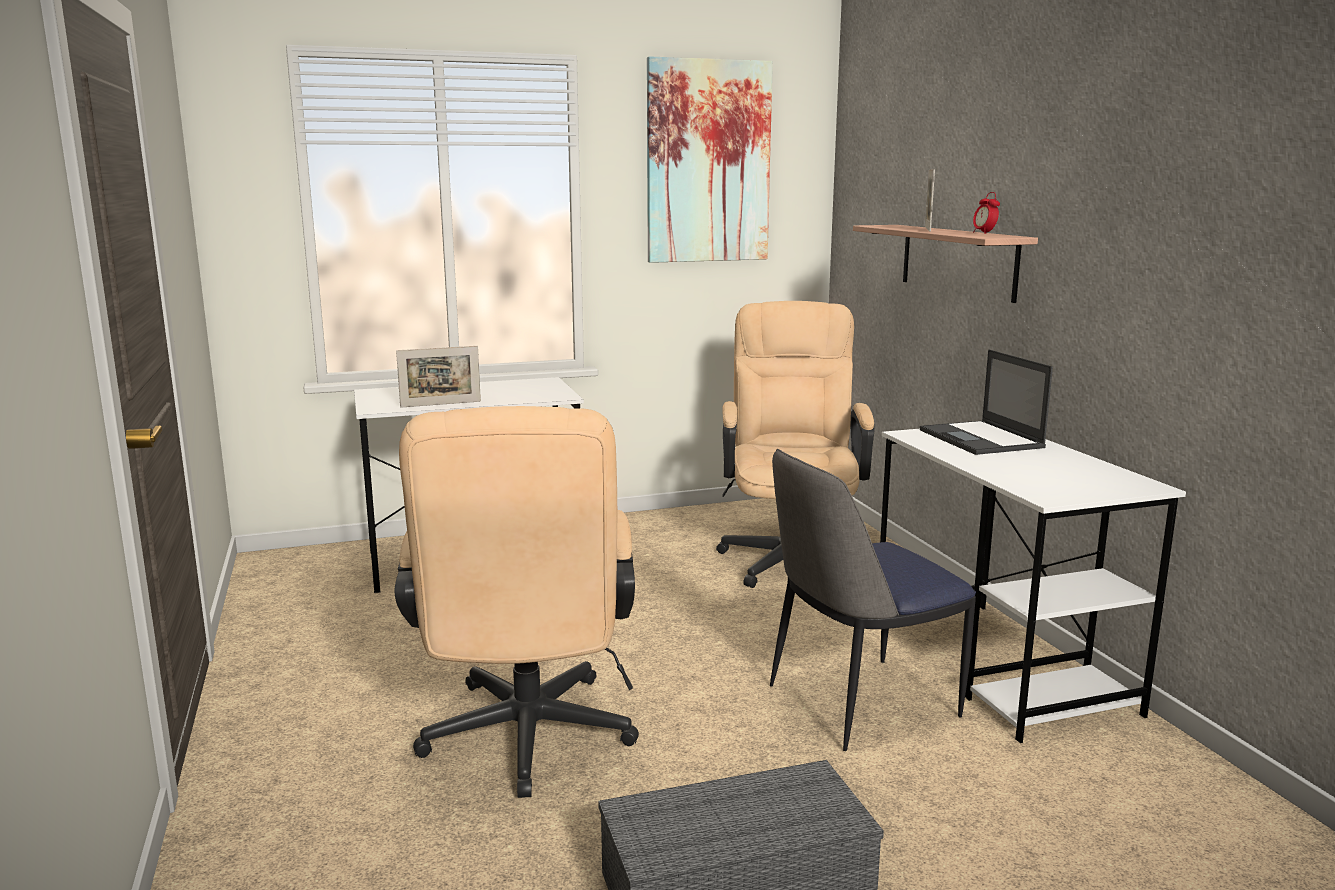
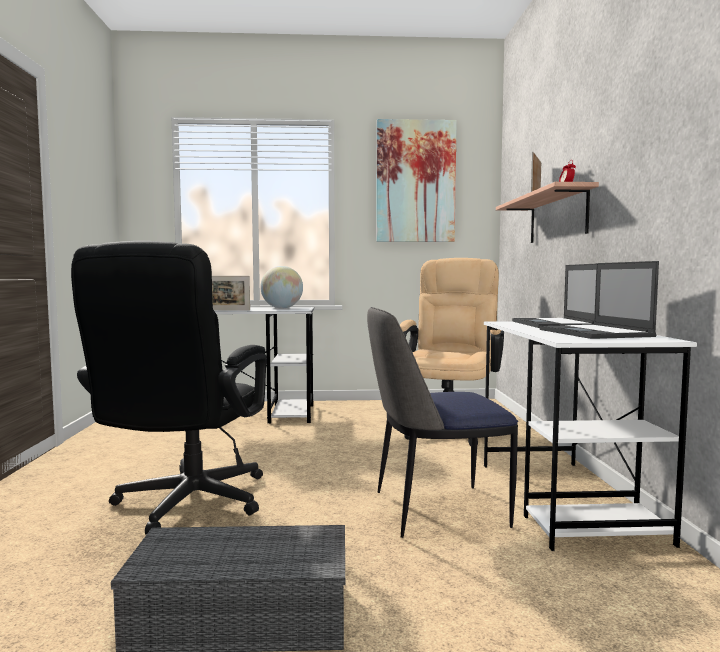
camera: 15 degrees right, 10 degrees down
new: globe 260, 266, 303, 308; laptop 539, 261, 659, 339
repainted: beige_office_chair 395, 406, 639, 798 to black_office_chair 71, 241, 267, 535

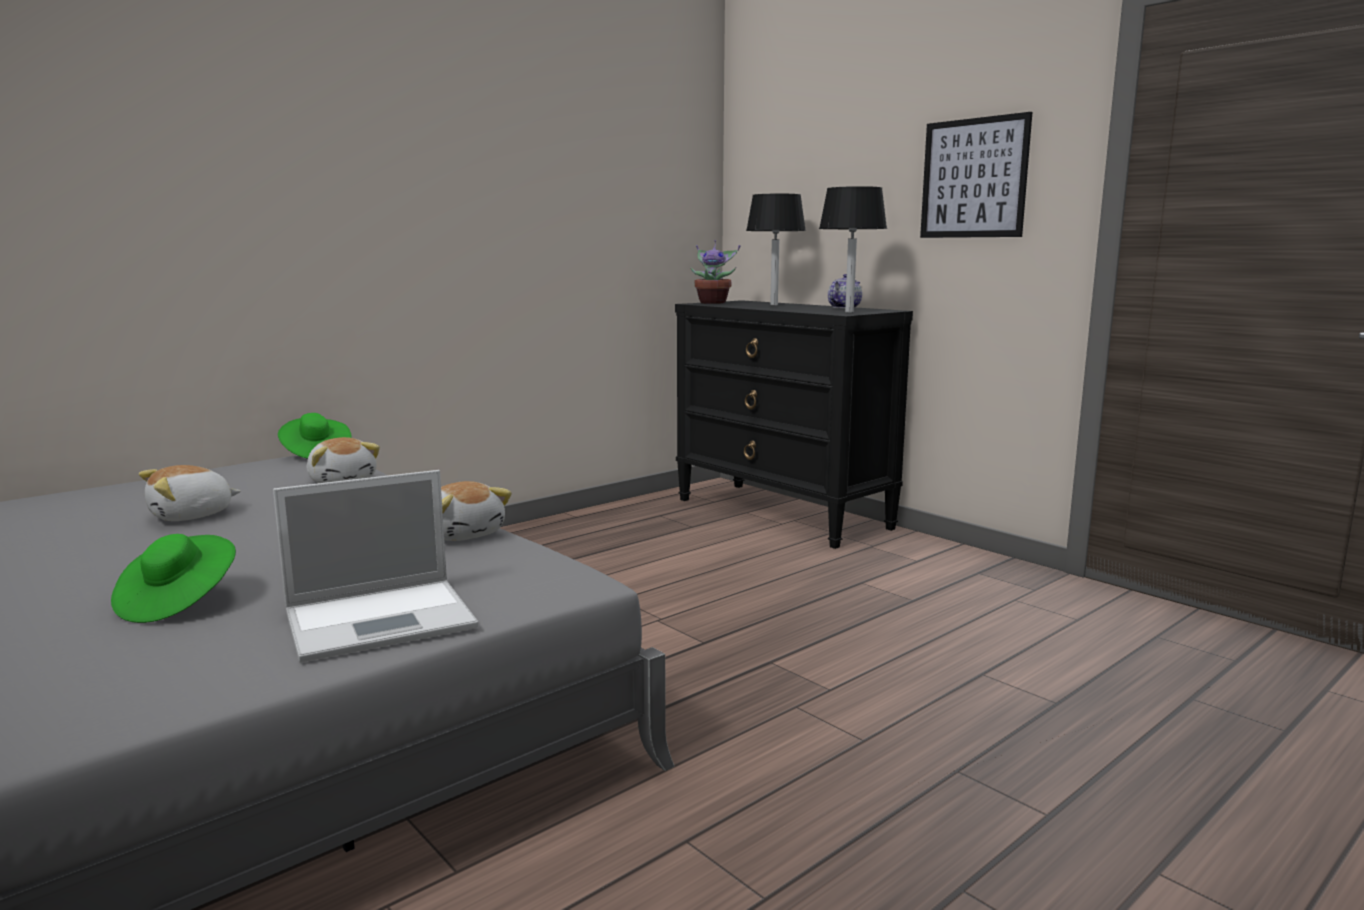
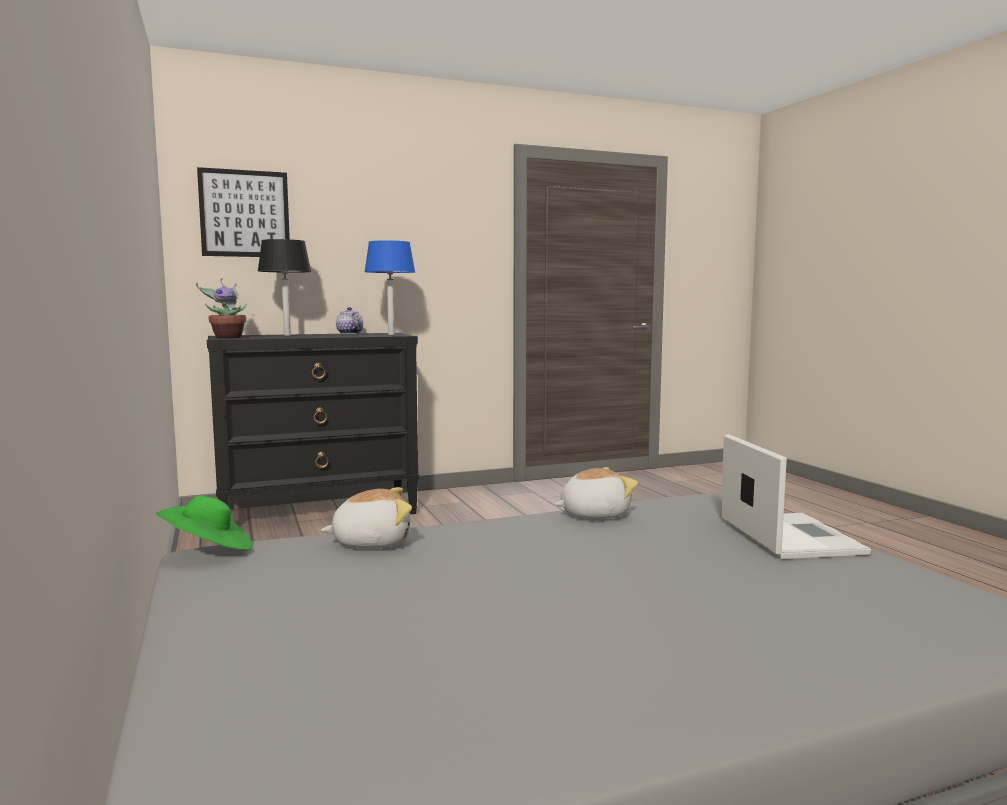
camera: 70 degrees left, 5 degrees down
gone: green_hat 111, 534, 236, 623; plush_toy 139, 465, 241, 521
shifted: picture 920, 112, 1032, 238 to 197, 167, 290, 257
repainted: black_table_lamp 819, 186, 887, 313 to blue_table_lamp 364, 240, 415, 335

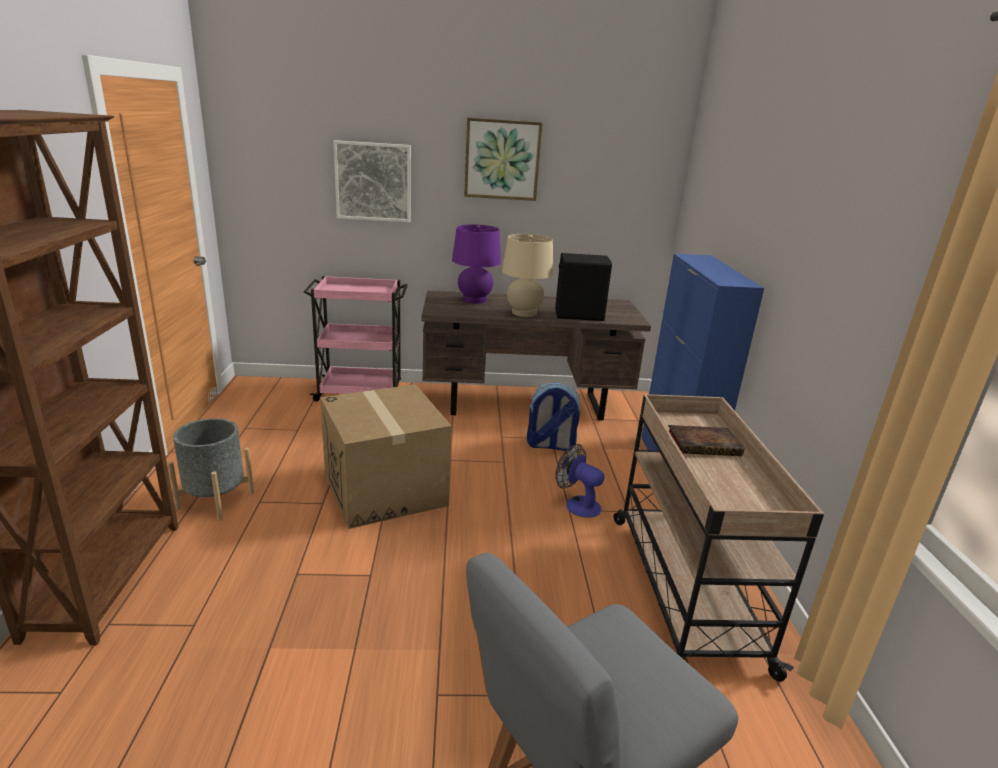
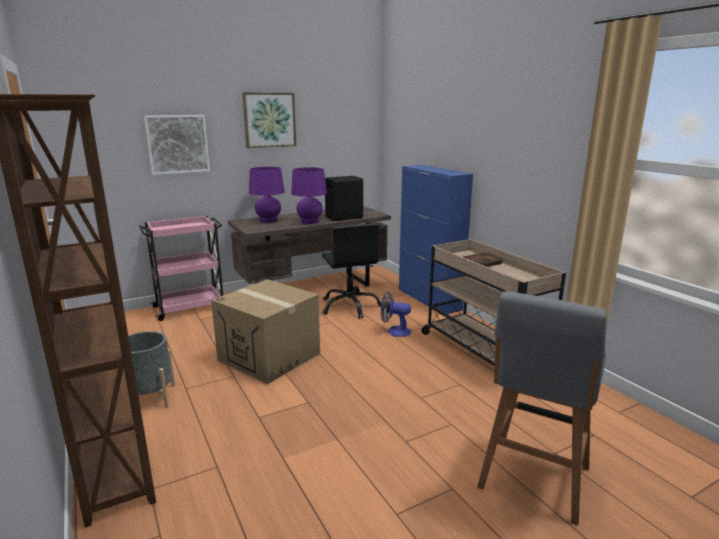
camera: 25 degrees left, 5 degrees down
swapped: backpack 527, 382, 581, 451 to black_office_chair 322, 223, 382, 319
repainted: beige_table_lamp 502, 234, 553, 317 to purple_table_lamp 291, 167, 327, 224

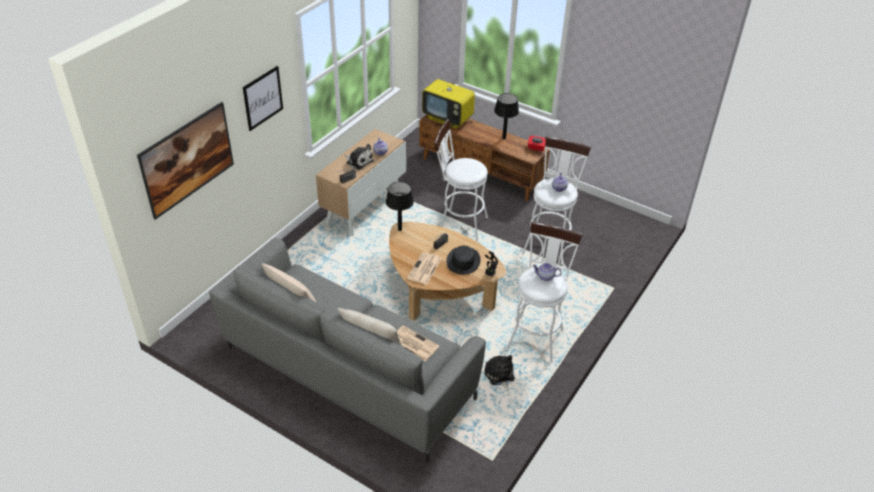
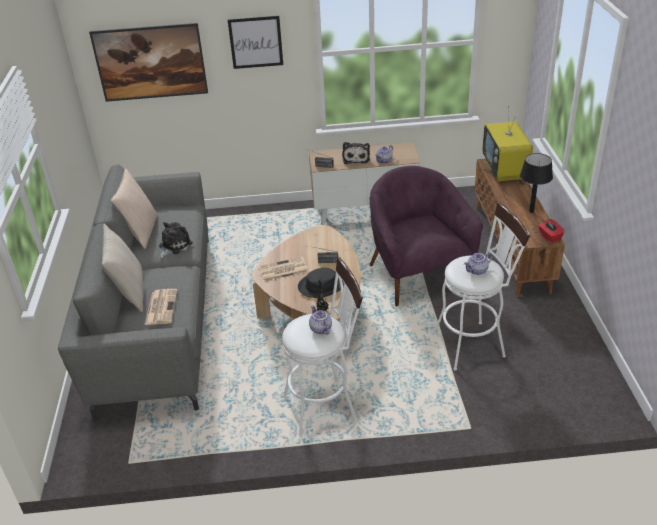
camera: 55 degrees right, 5 degrees down
gone: black_table_lamp 386, 182, 414, 231
shifted: plush_toy 484, 355, 515, 391 to 159, 222, 193, 258
swapped: white_stool 434, 119, 488, 242 to purple_armchair 370, 166, 483, 306

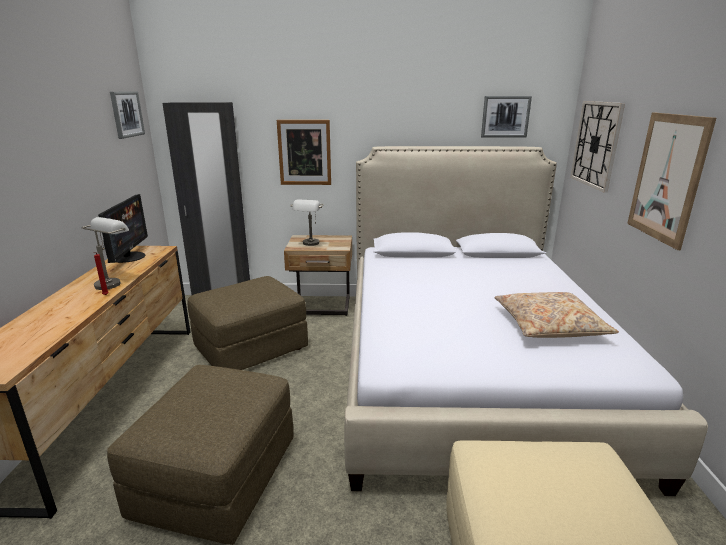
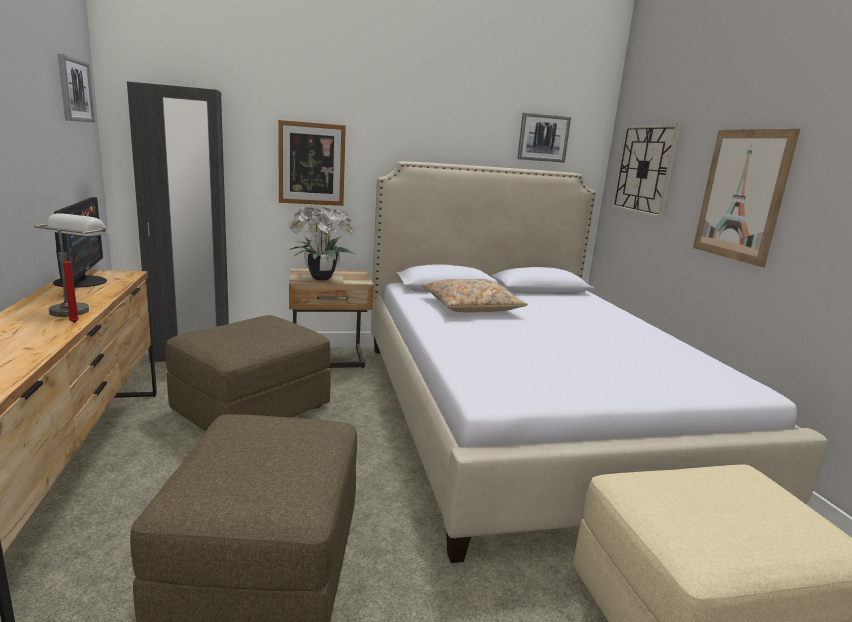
camera: 15 degrees left, 5 degrees down
shifted: beige_pillow 494, 292, 619, 338 to 422, 279, 528, 312
swapped: grey_table_lamp 291, 200, 324, 246 to potted_plant 288, 204, 357, 281

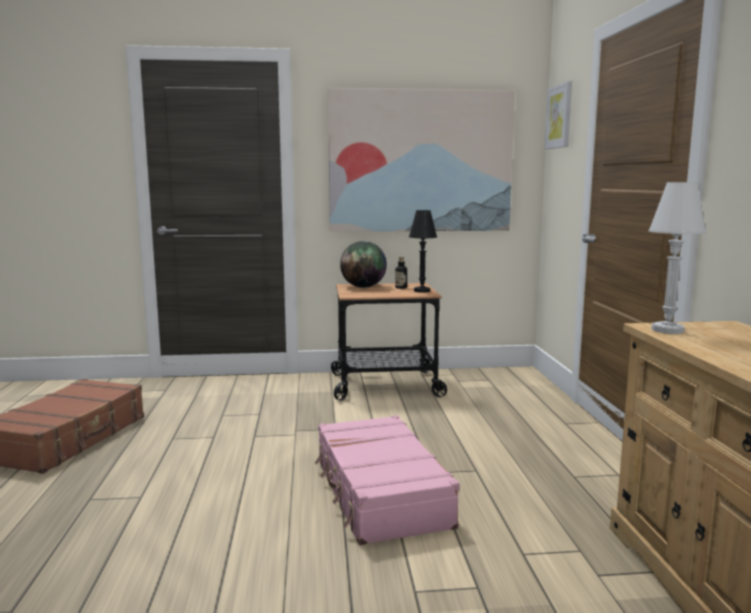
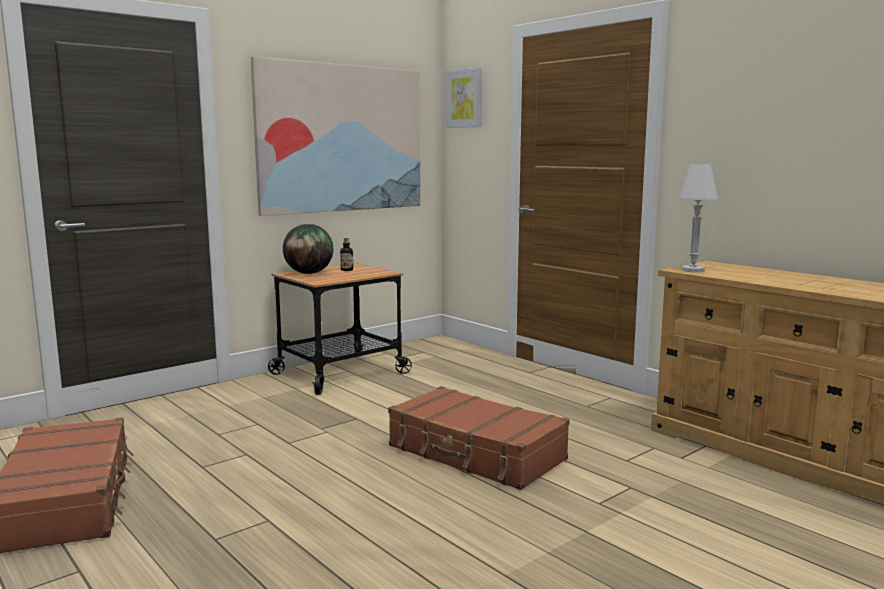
camera: 35 degrees left, 0 degrees up
gone: black_table_lamp 409, 210, 437, 293
repainted: pink_suitcase 315, 415, 460, 545 to brown_suitcase 388, 386, 569, 490

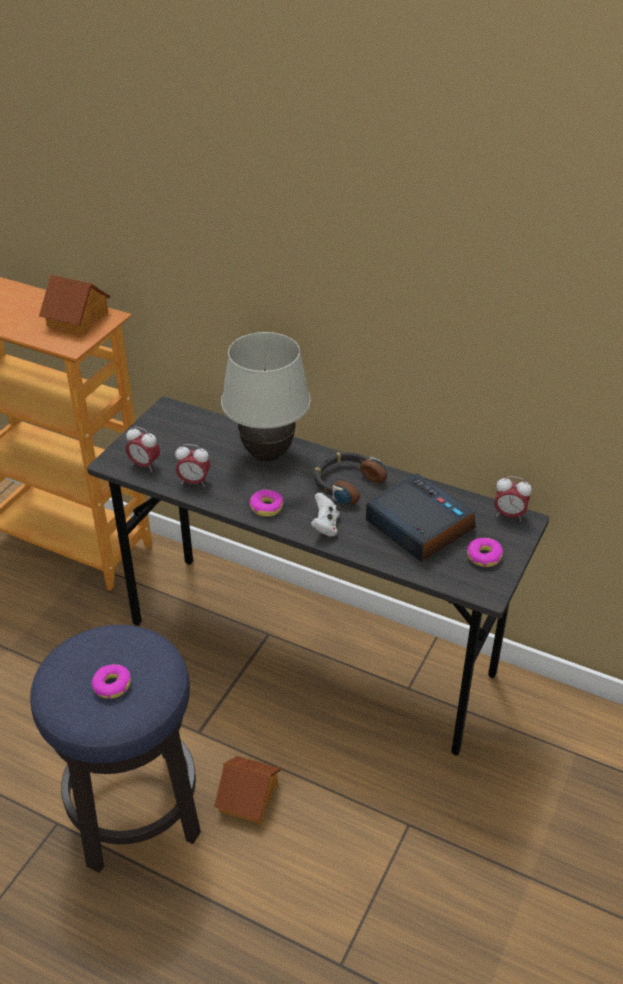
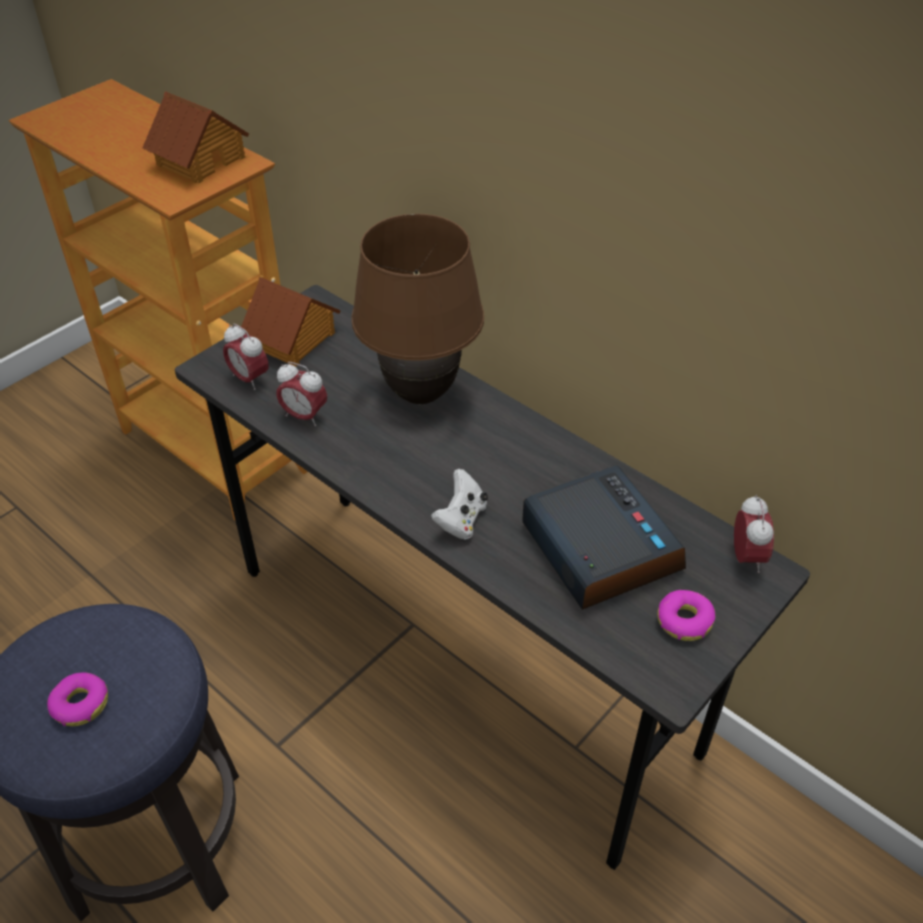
camera: 15 degrees right, 5 degrees up
gone: donut 249, 490, 284, 517; headphones 314, 452, 387, 505
shifted: toy_house 214, 756, 281, 824 to 241, 277, 341, 367
repainted: white_table_lamp 221, 332, 311, 462 to brown_table_lamp 351, 214, 484, 404
rotated: alarm_clock 494, 476, 532, 521 = 734, 495, 774, 573 120 degrees counterclockwise

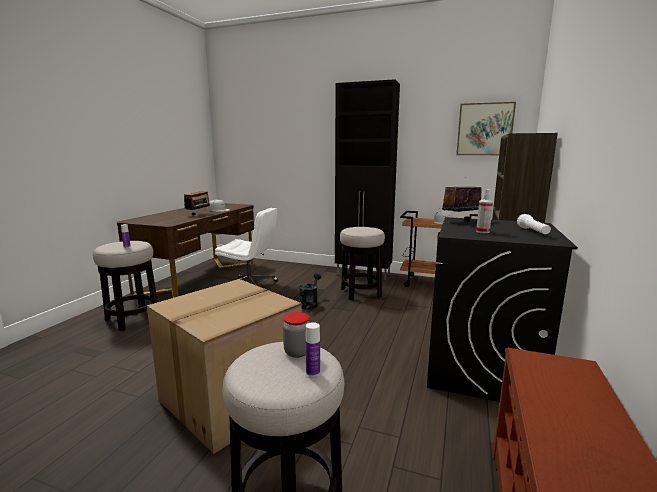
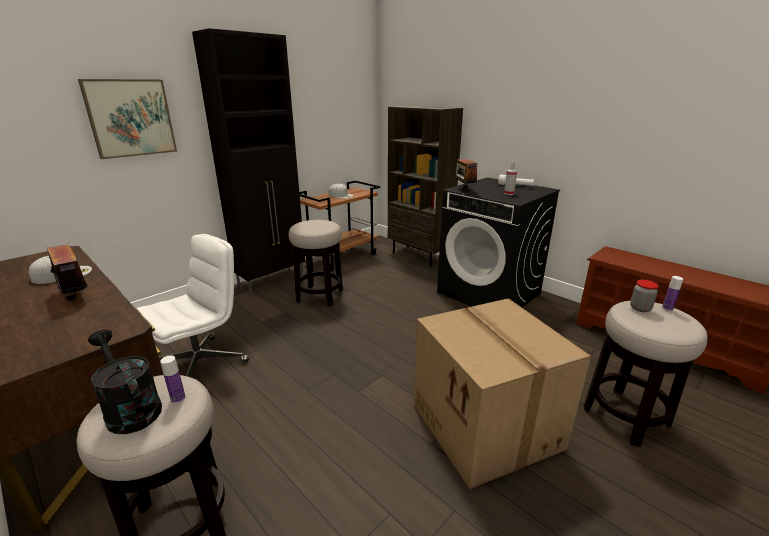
camera: 65 degrees left, 10 degrees up
shifted: picture 456, 102, 516, 155 to 78, 79, 177, 159; black_watering_can 299, 274, 321, 310 to 88, 330, 162, 434

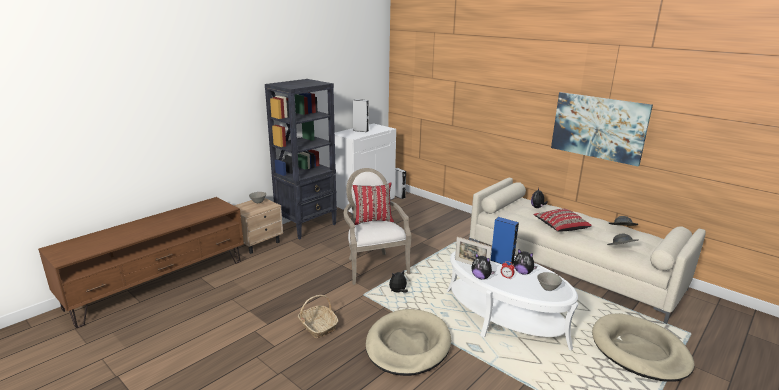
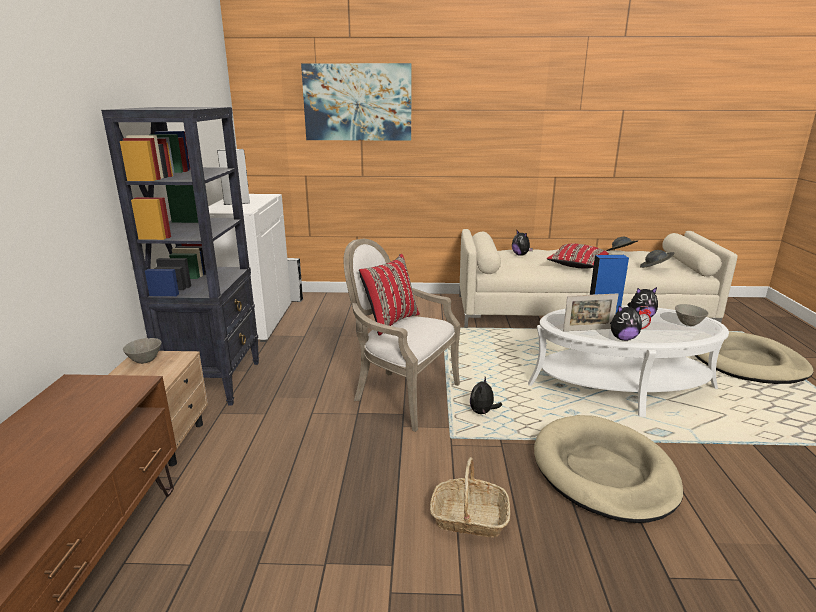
camera: 40 degrees left, 0 degrees up
shifted: picture 551, 92, 653, 166 to 301, 63, 411, 141

